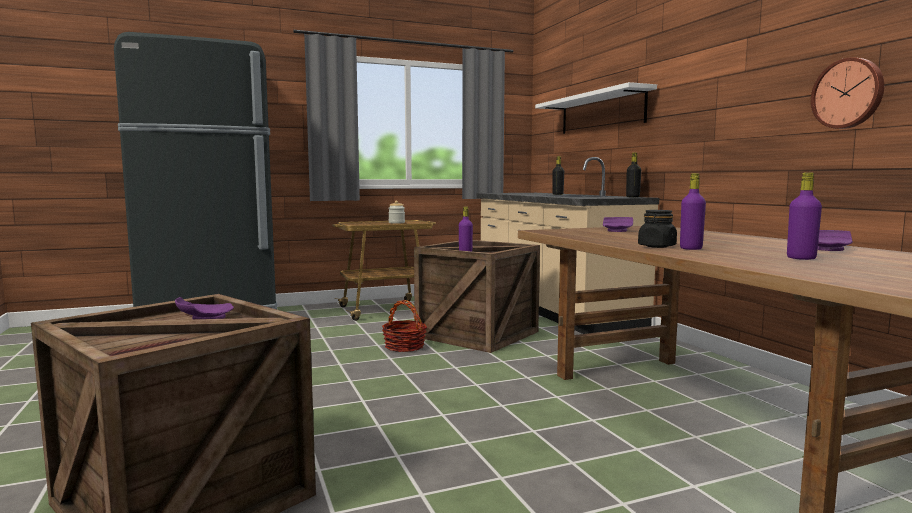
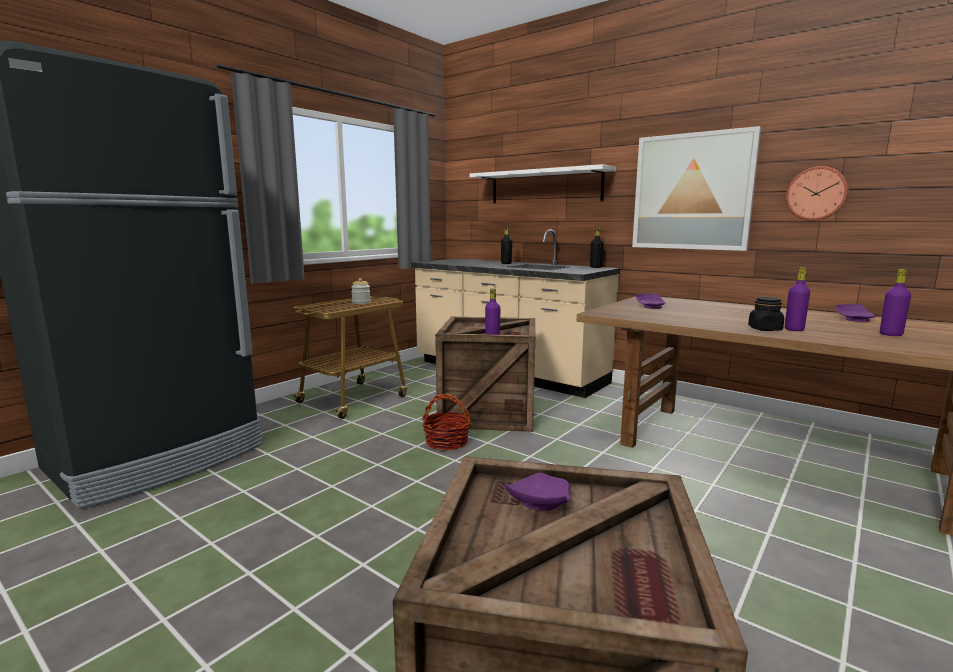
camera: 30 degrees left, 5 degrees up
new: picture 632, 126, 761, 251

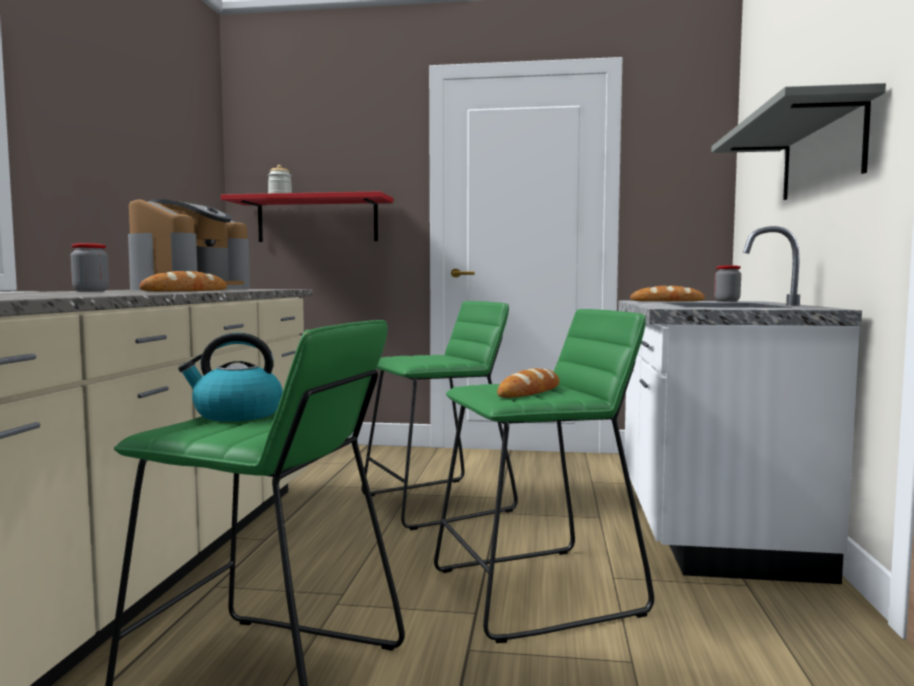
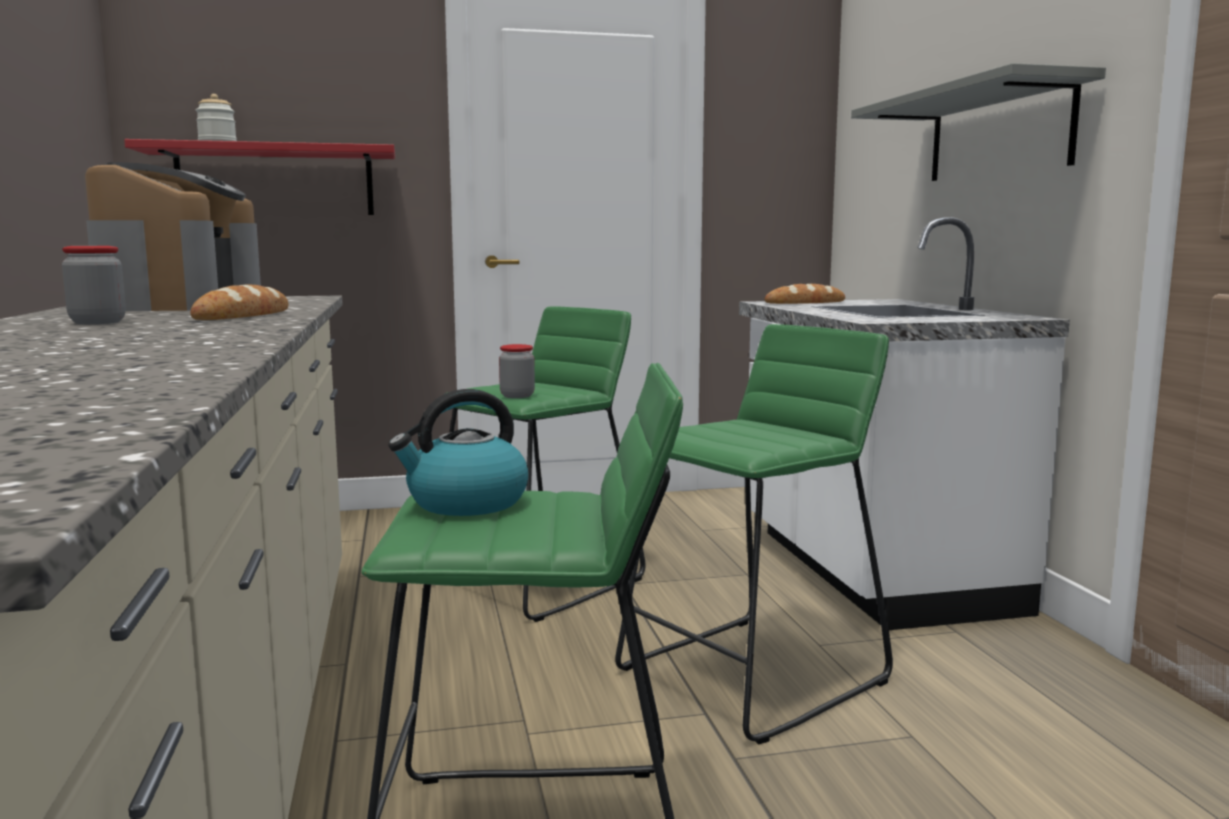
camera: 20 degrees left, 5 degrees up
gone: bread 497, 368, 559, 398
shifted: jar 714, 266, 741, 302 to 499, 344, 535, 398

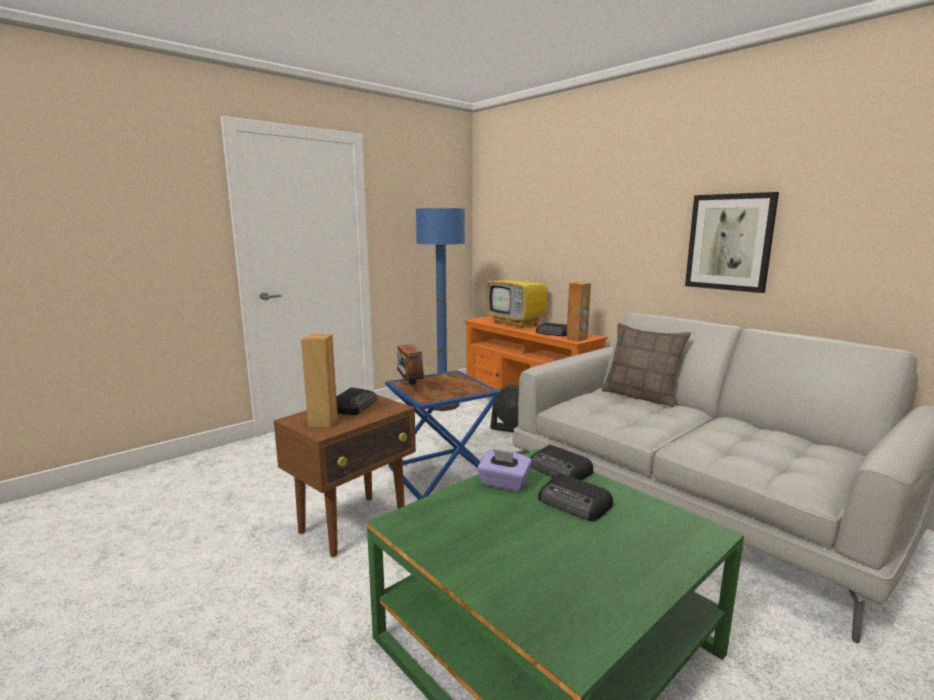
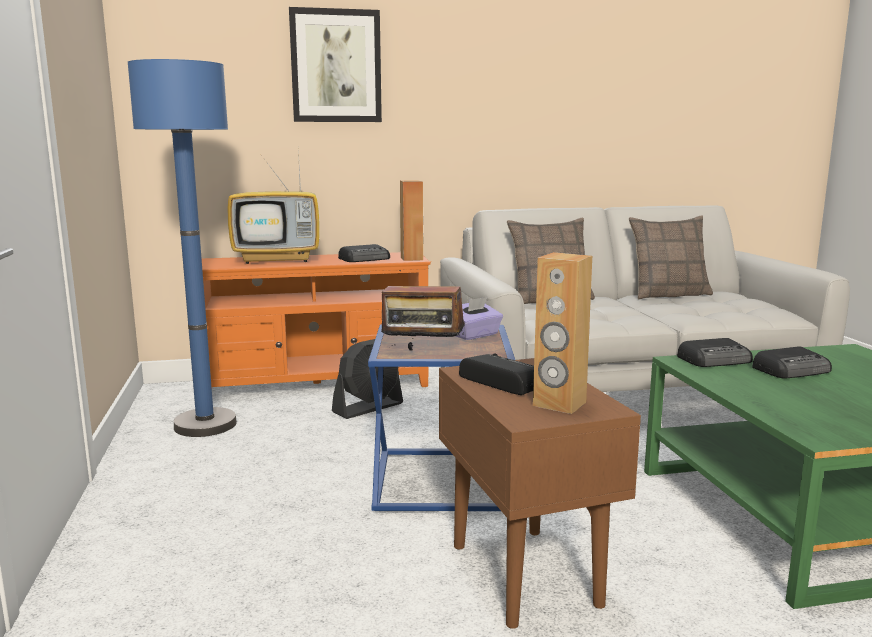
camera: 60 degrees left, 0 degrees up
new: pillow 629, 215, 713, 299
shifted: picture 685, 192, 779, 293 to 289, 7, 382, 122; purple_tissue_box 477, 449, 532, 492 to 456, 297, 503, 340

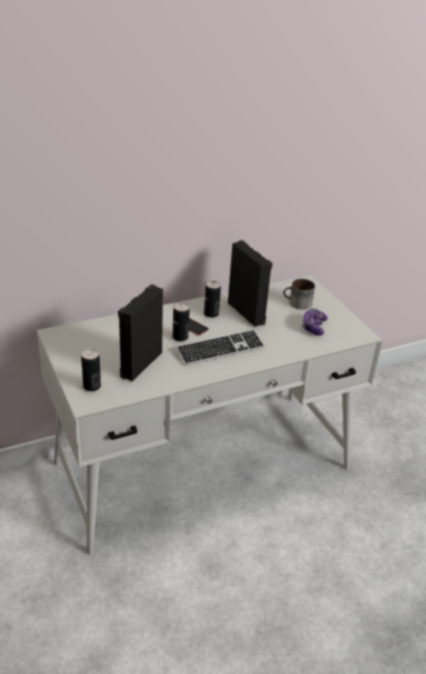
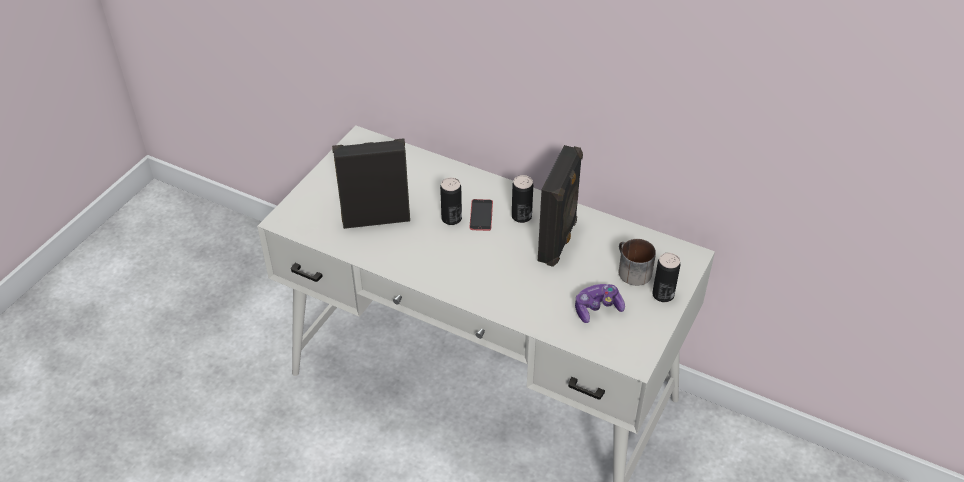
camera: 55 degrees right, 10 degrees up
gone: keyboard 176, 330, 265, 366
shifted: can 81, 349, 101, 391 to 652, 253, 681, 302

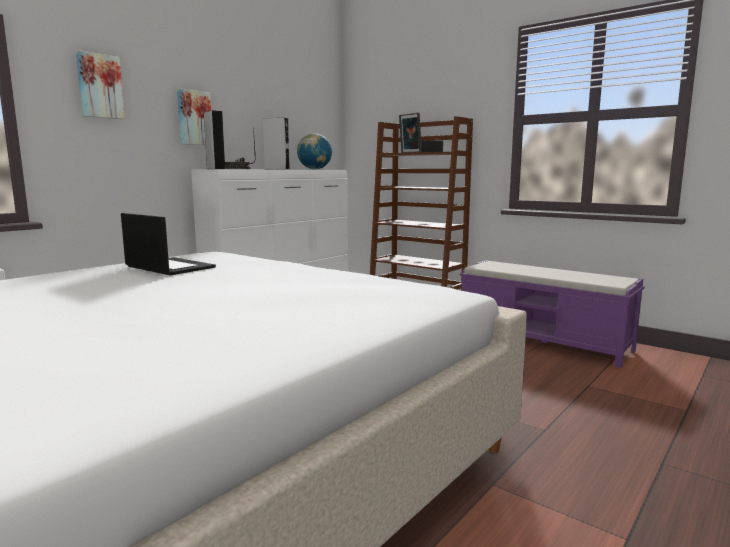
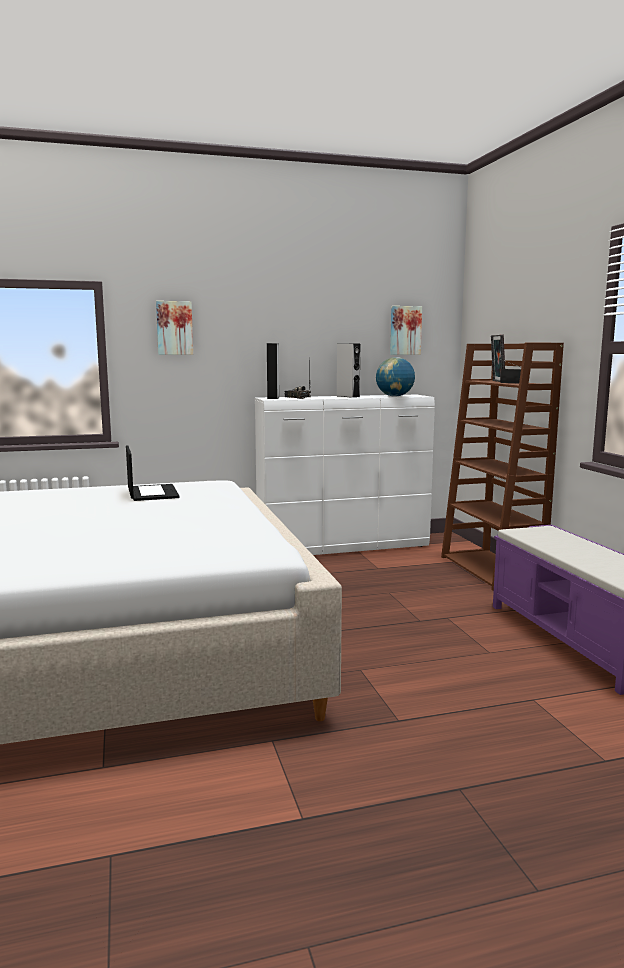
camera: 35 degrees right, 0 degrees up
shifted: picture 177, 88, 211, 145 to 390, 306, 422, 355

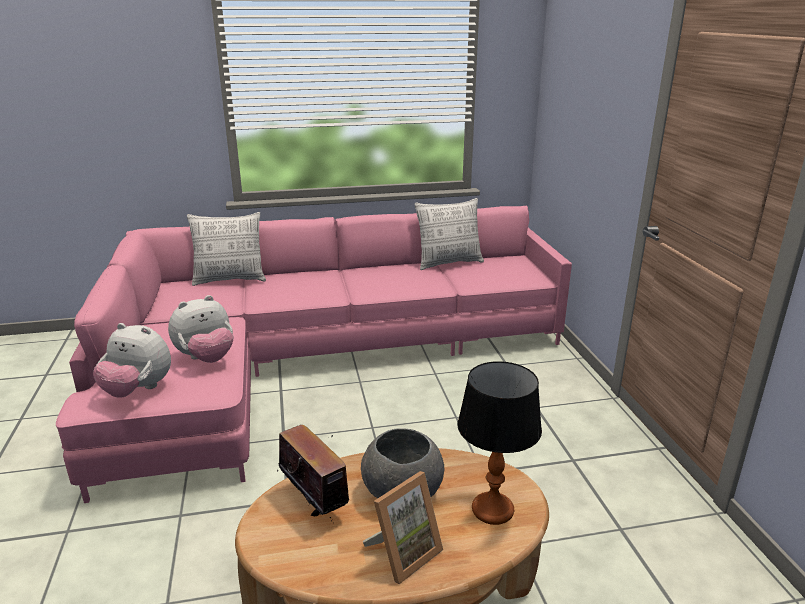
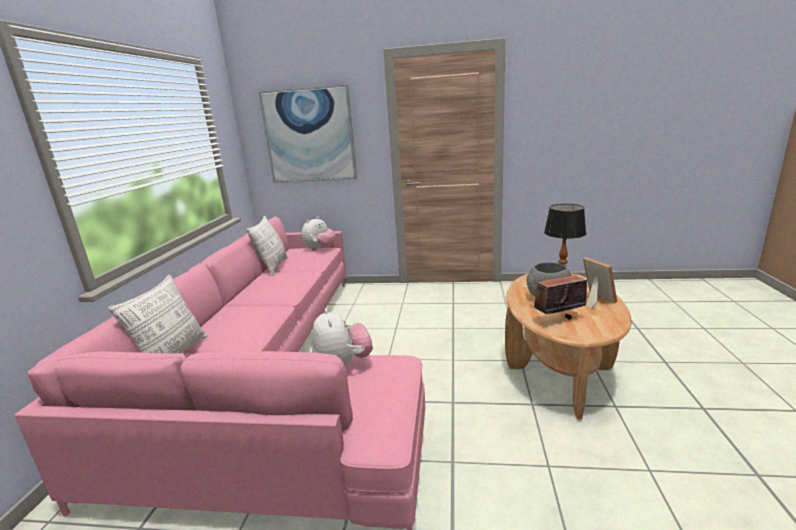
camera: 70 degrees left, 5 degrees down
new: picture 259, 85, 357, 183
shifted: plush_toy 93, 323, 171, 398 to 301, 217, 336, 251

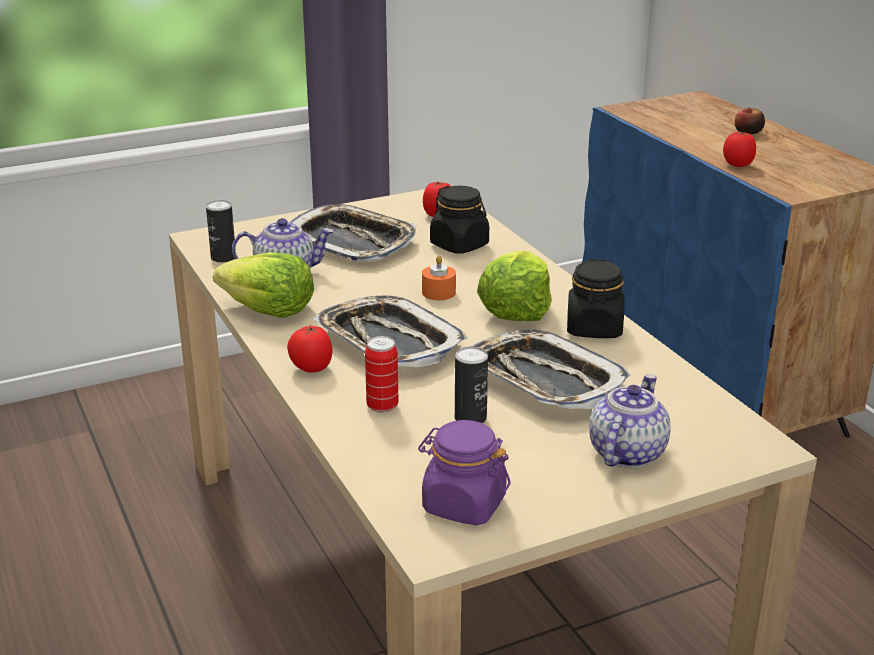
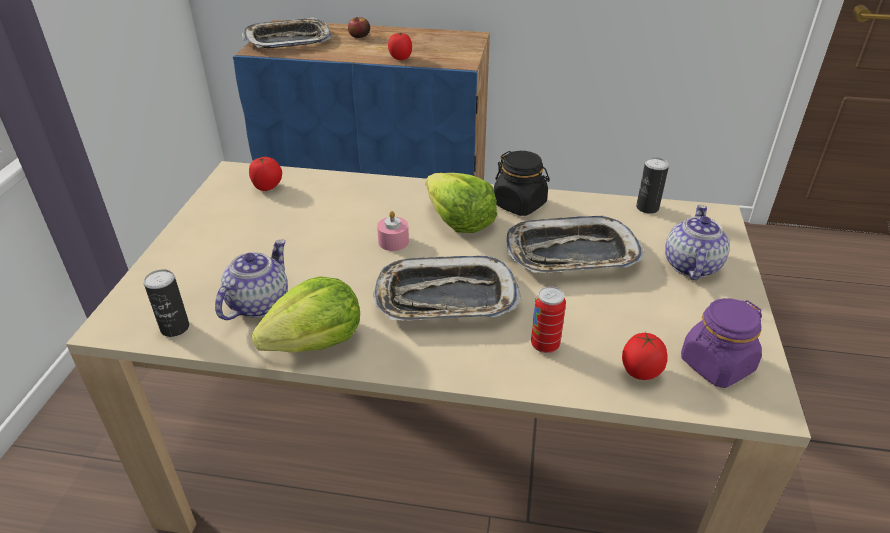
camera: 55 degrees left, 10 degrees up
gone: black_jar 430, 186, 489, 254
shifted: tray 291, 204, 416, 262 to 242, 17, 331, 48; tomato 287, 325, 332, 372 to 622, 332, 667, 380; can 455, 346, 488, 423 to 636, 157, 669, 214
repainted: orange_candle 422, 256, 456, 300 to pink_candle 377, 211, 409, 251
rotated: teapot 589, 374, 671, 468 = 665, 205, 730, 280 45 degrees clockwise

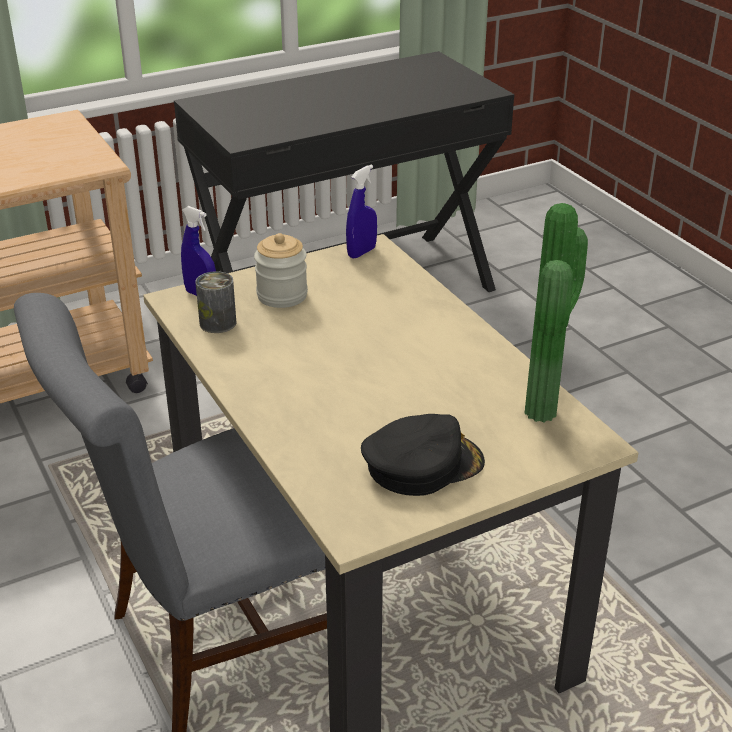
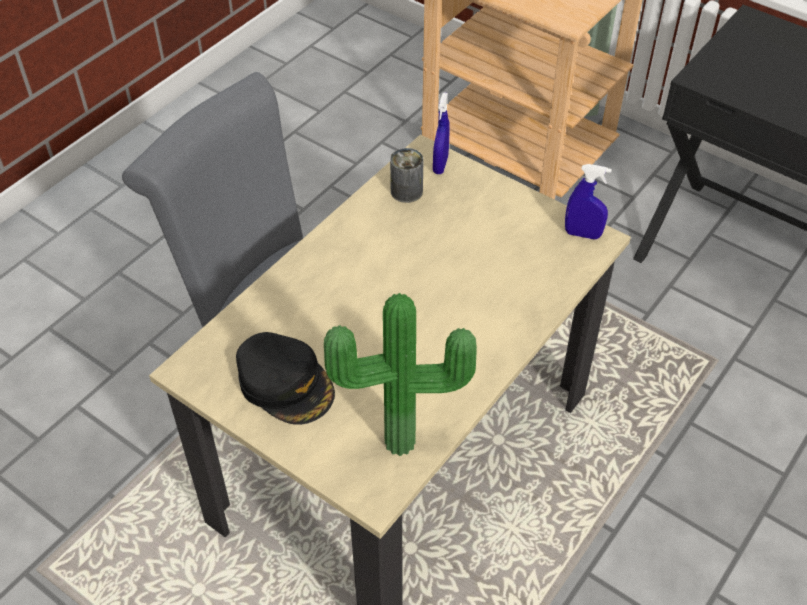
camera: 65 degrees right, 15 degrees up
gone: jar 254, 233, 308, 308

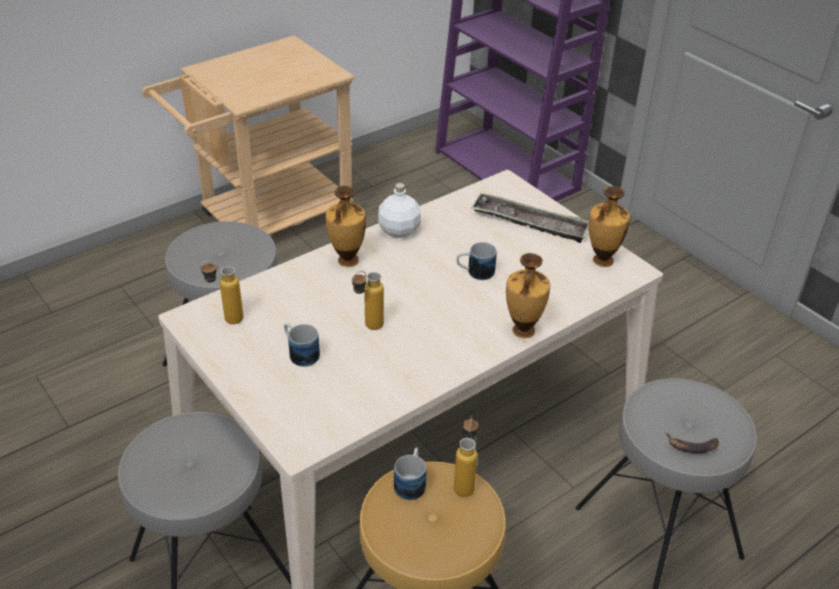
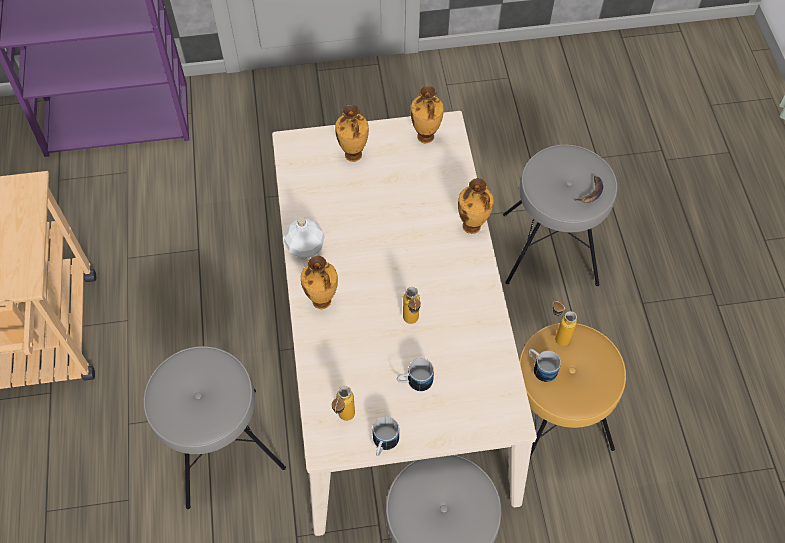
camera: 60 degrees left, 20 degrees up
shifted: mug 457, 242, 497, 280 to 373, 416, 399, 456
swapped: tray 471, 192, 589, 243 to vase 335, 105, 369, 162

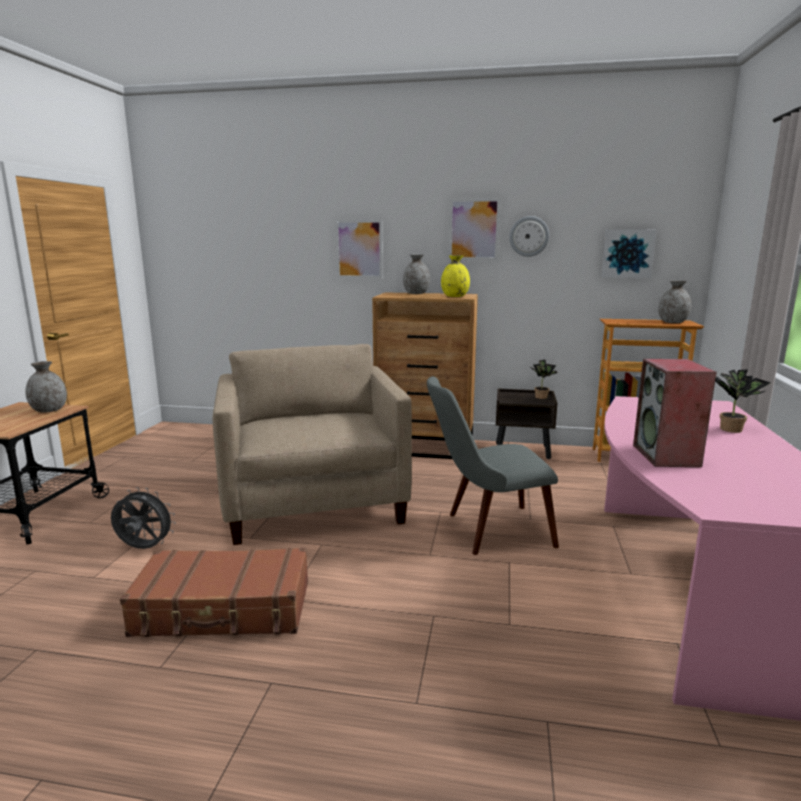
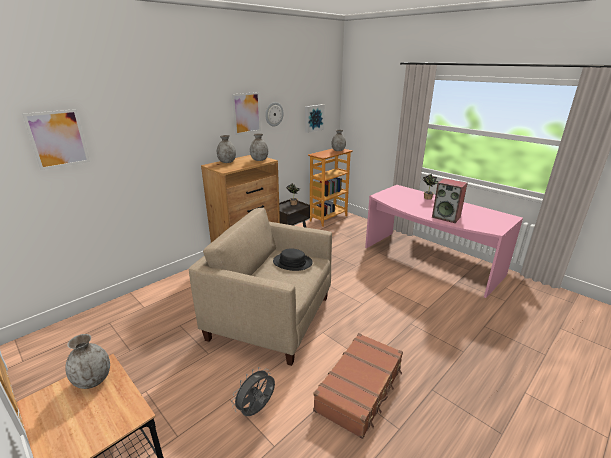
camera: 55 degrees left, 10 degrees up
gone: grey_chair 427, 376, 559, 555
new: black_hat 273, 249, 313, 271
shifted: picture 336, 220, 383, 278 to 22, 109, 90, 170
repainted: yellow_vase 441, 255, 470, 297 to grey_vase 250, 133, 268, 161

